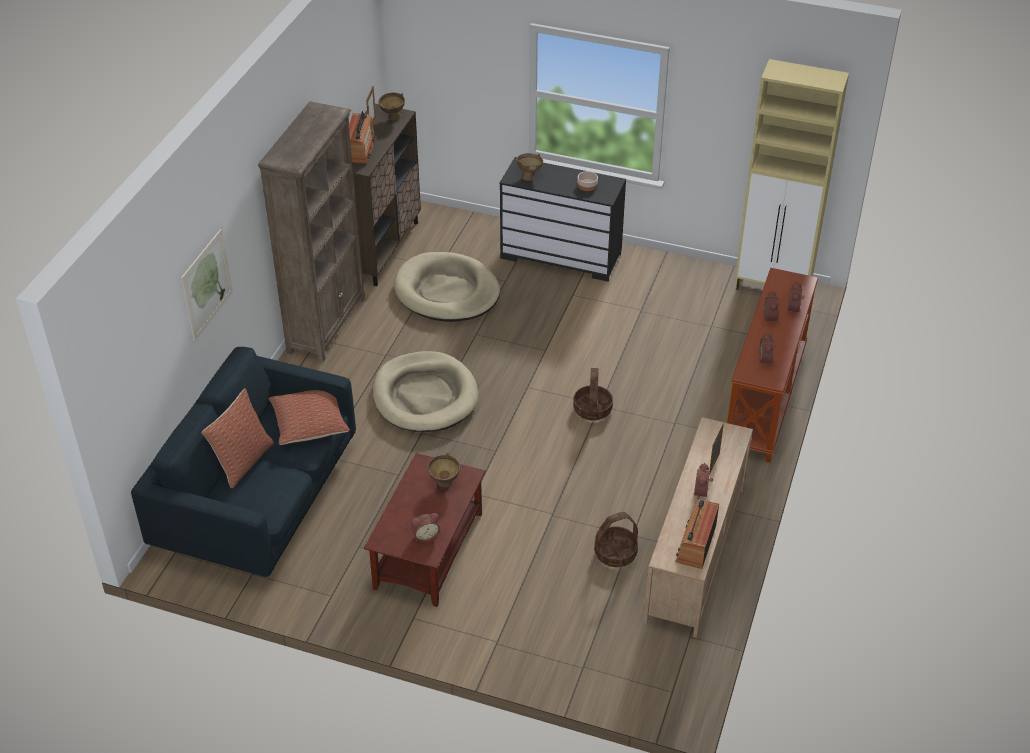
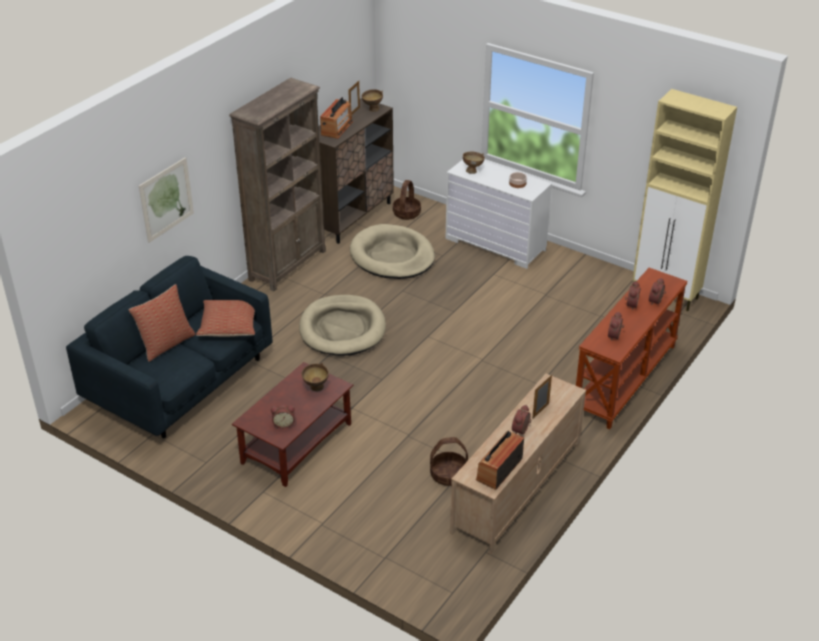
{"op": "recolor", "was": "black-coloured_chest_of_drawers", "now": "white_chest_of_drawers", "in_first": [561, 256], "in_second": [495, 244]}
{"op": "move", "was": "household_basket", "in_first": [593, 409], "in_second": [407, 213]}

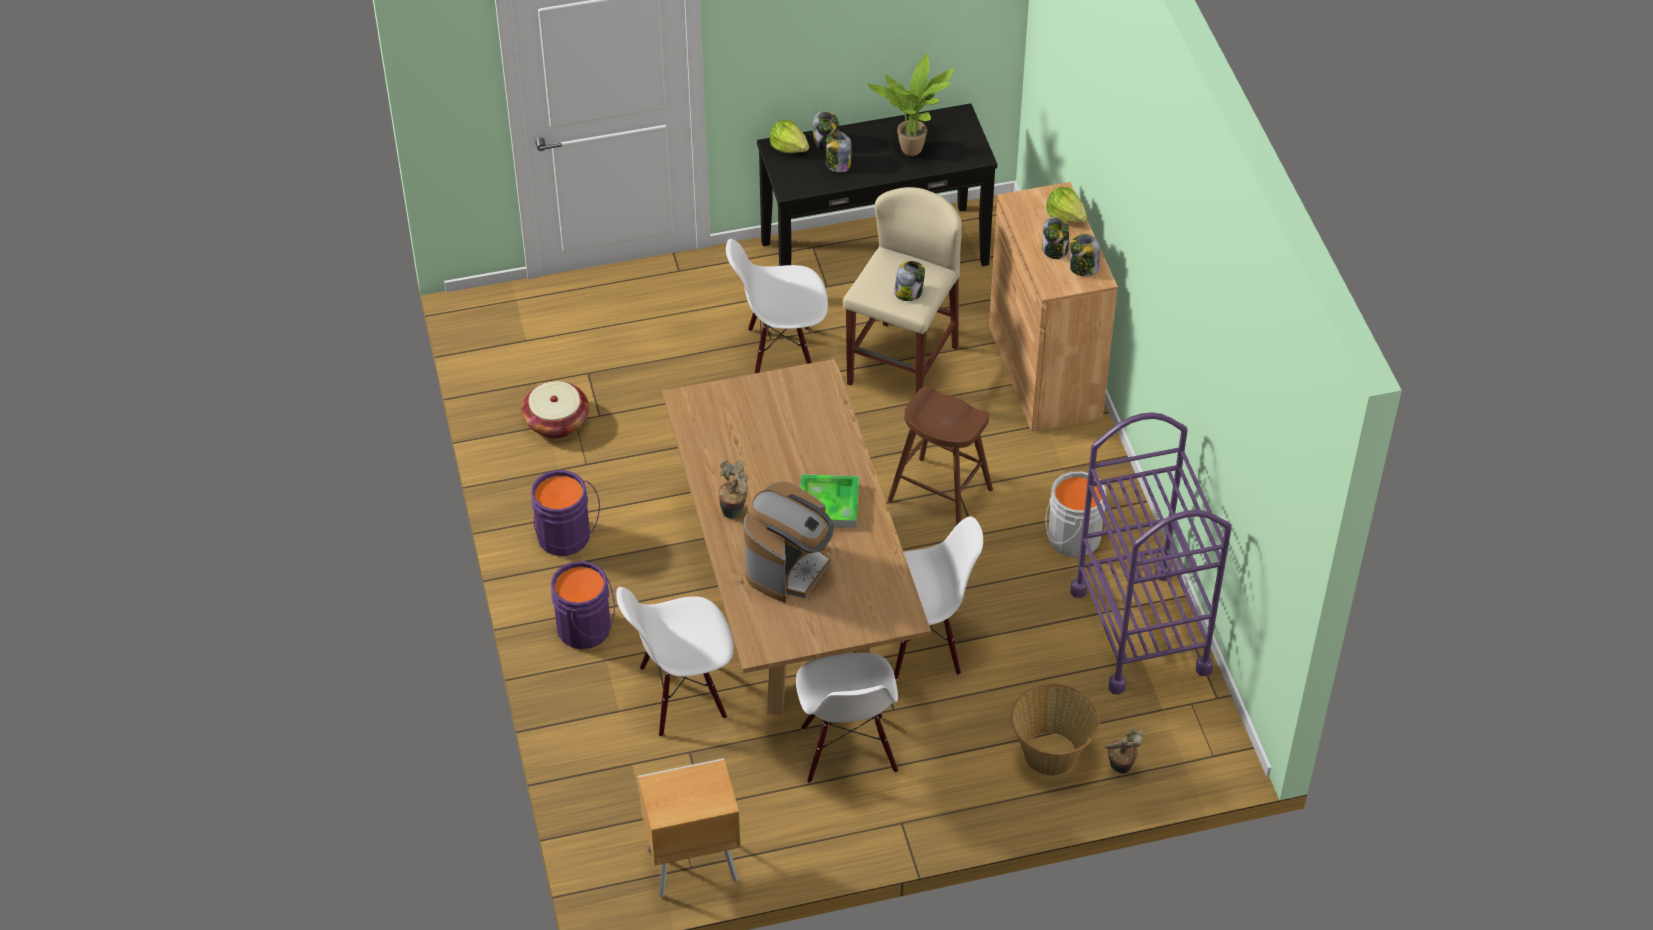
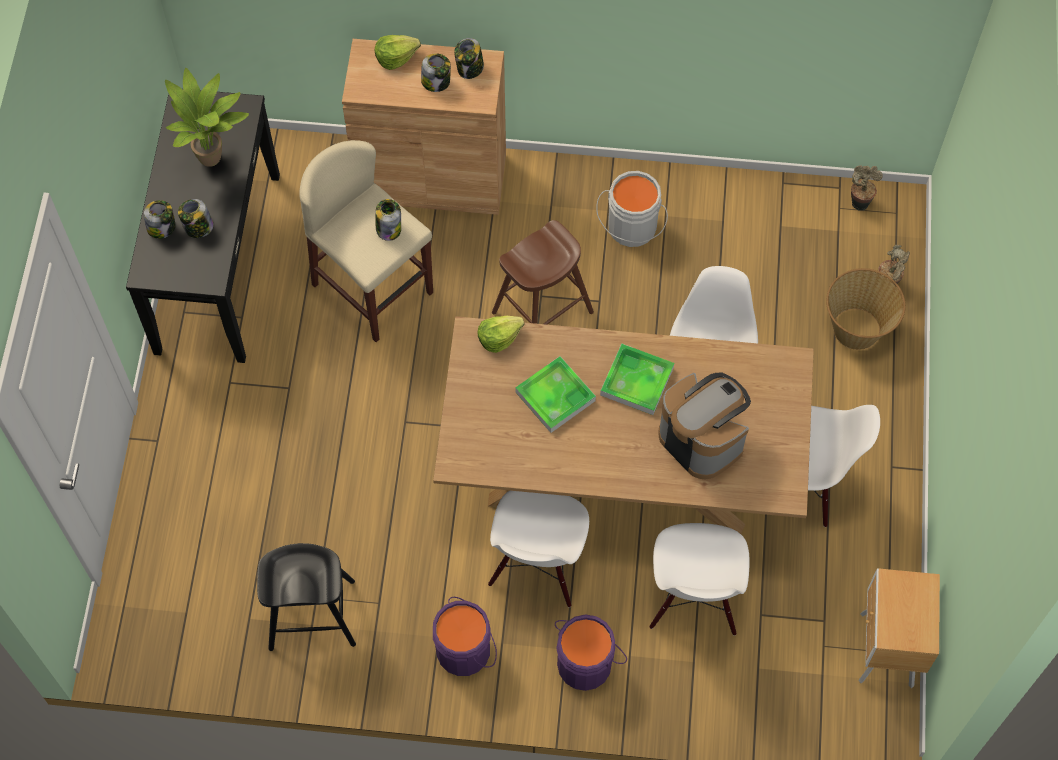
{"op": "replace", "was": "household_basket", "now": "black-coloured_stool", "in_first": [556, 422], "in_second": [311, 615]}
{"op": "move", "was": "houseplant", "in_first": [734, 510], "in_second": [859, 201]}
{"op": "move", "was": "white_chair", "in_first": [780, 355], "in_second": [537, 567]}
{"op": "move", "was": "lettuce_head", "in_first": [789, 146], "in_second": [499, 337]}
{"op": "delete", "was": "purplish_trolley", "in_first": [1140, 630]}
{"op": "insert", "now": "tray", "in_second": [555, 396]}

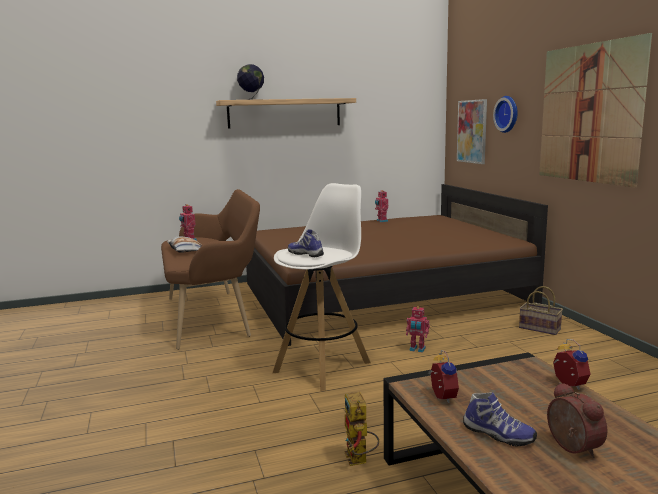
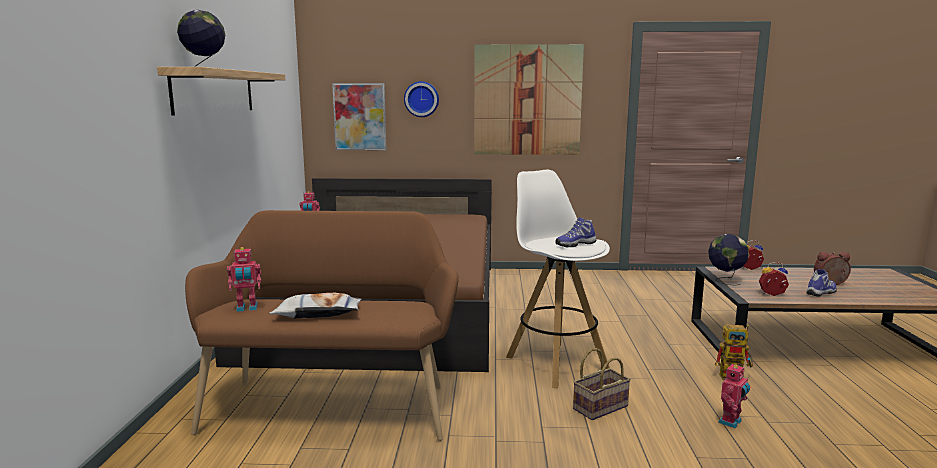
{"op": "move", "was": "robot_figure", "in_first": [417, 349], "in_second": [731, 422]}
{"op": "move", "was": "household_basket", "in_first": [541, 328], "in_second": [600, 406]}
{"op": "insert", "now": "desk_globe", "in_second": [725, 280]}

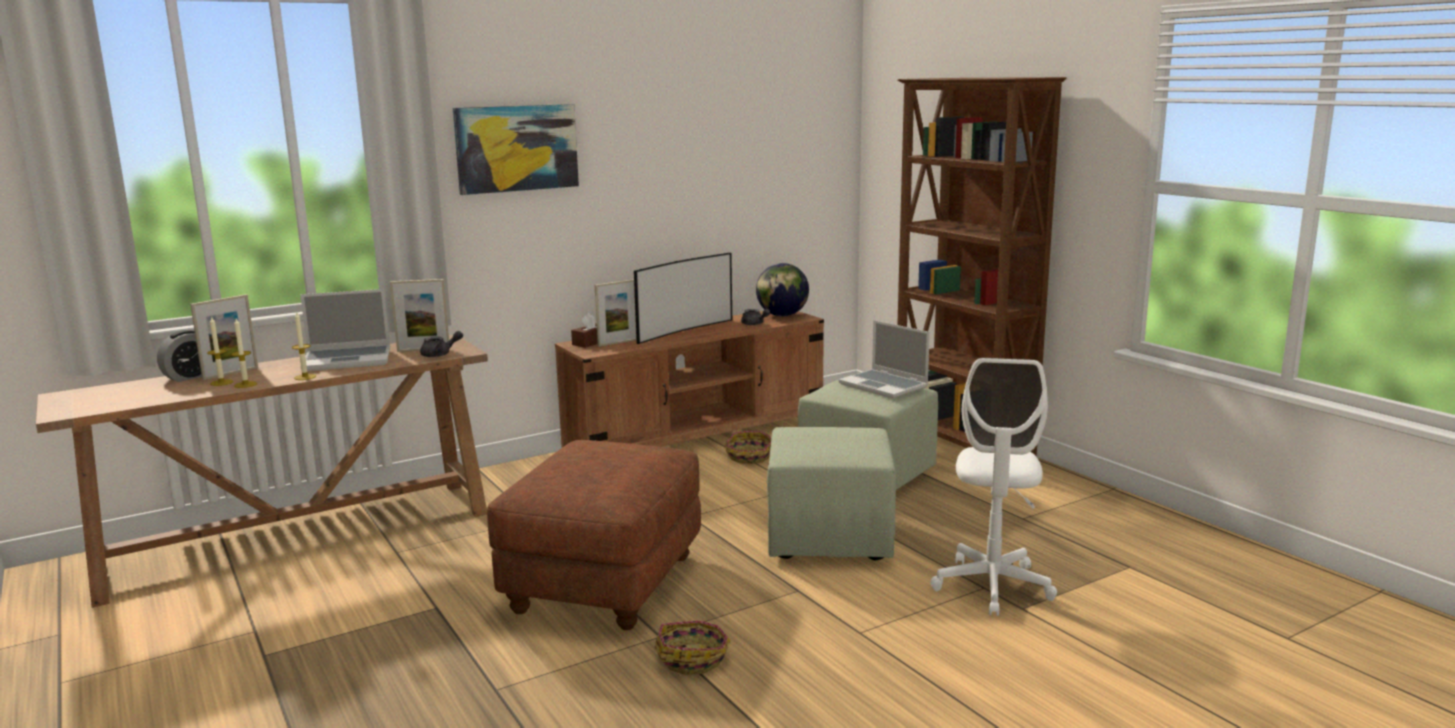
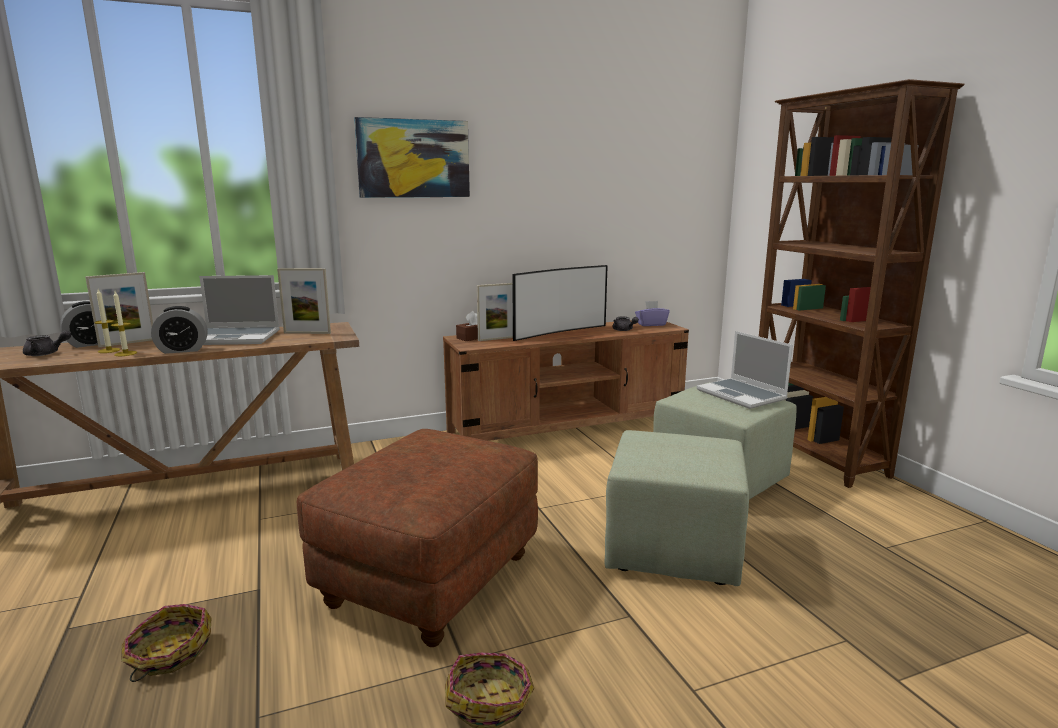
{"op": "replace", "was": "wax_light", "now": "bedside_clock", "in_first": [305, 377], "in_second": [182, 350]}
{"op": "move", "was": "gray_tea_pot", "in_first": [440, 354], "in_second": [46, 354]}
{"op": "move", "was": "household_basket", "in_first": [749, 457], "in_second": [168, 654]}
{"op": "replace", "was": "desk_globe", "now": "purplish_tissue_box", "in_first": [782, 315], "in_second": [651, 324]}
{"op": "delete", "was": "white_computer_chair", "in_first": [992, 586]}

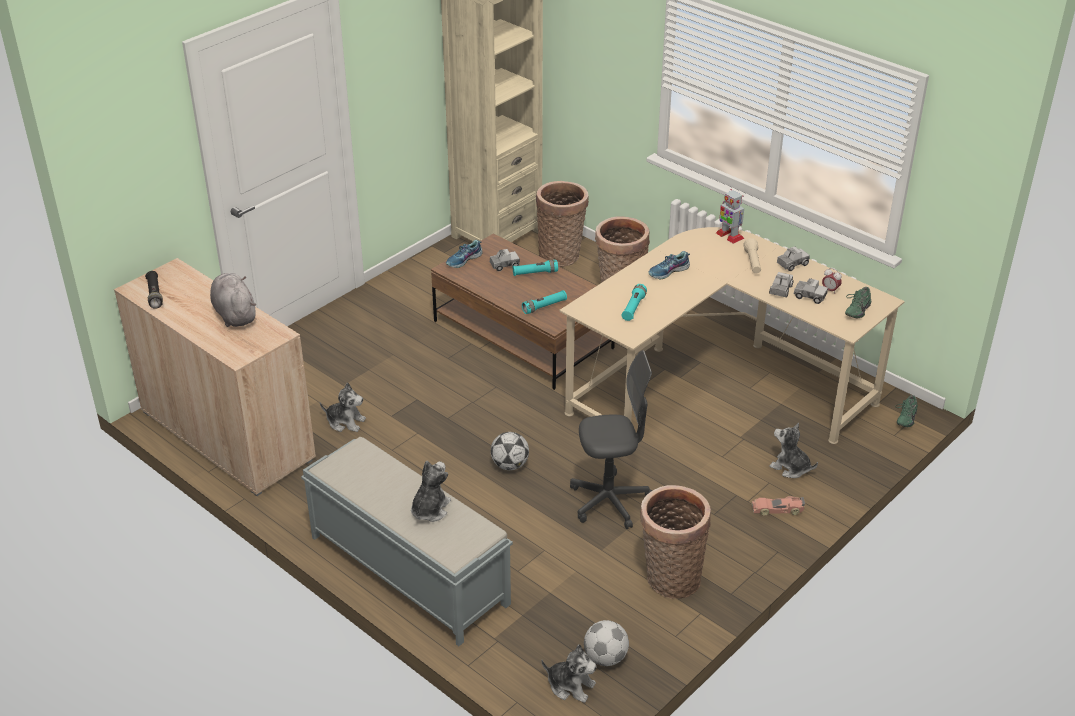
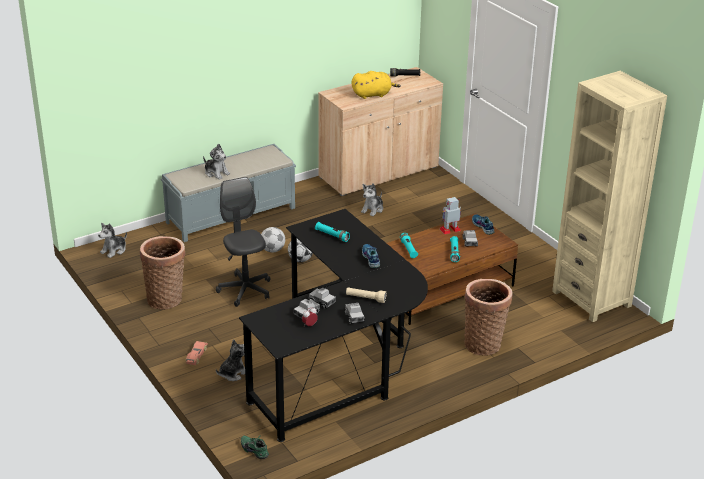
{"op": "recolor", "was": "gray_soft_toy", "now": "yellow-coloured_soft_toy", "in_first": [234, 314], "in_second": [373, 94]}
{"op": "delete", "was": "household_basket", "in_first": [561, 255]}
{"op": "recolor", "was": "beige-coloured_desk_table", "now": "black-coloured_desk_table", "in_first": [716, 386], "in_second": [341, 363]}
{"op": "rotate", "was": "gray_computer_chair", "in_first": [609, 501], "in_second": [245, 290], "clockwise": 150}
{"op": "move", "was": "football_ball", "in_first": [605, 658], "in_second": [272, 250]}
{"op": "move", "was": "robot_figure", "in_first": [729, 235], "in_second": [450, 229]}
{"op": "delete", "was": "green-coloured_item_of_footwear", "in_first": [856, 310]}

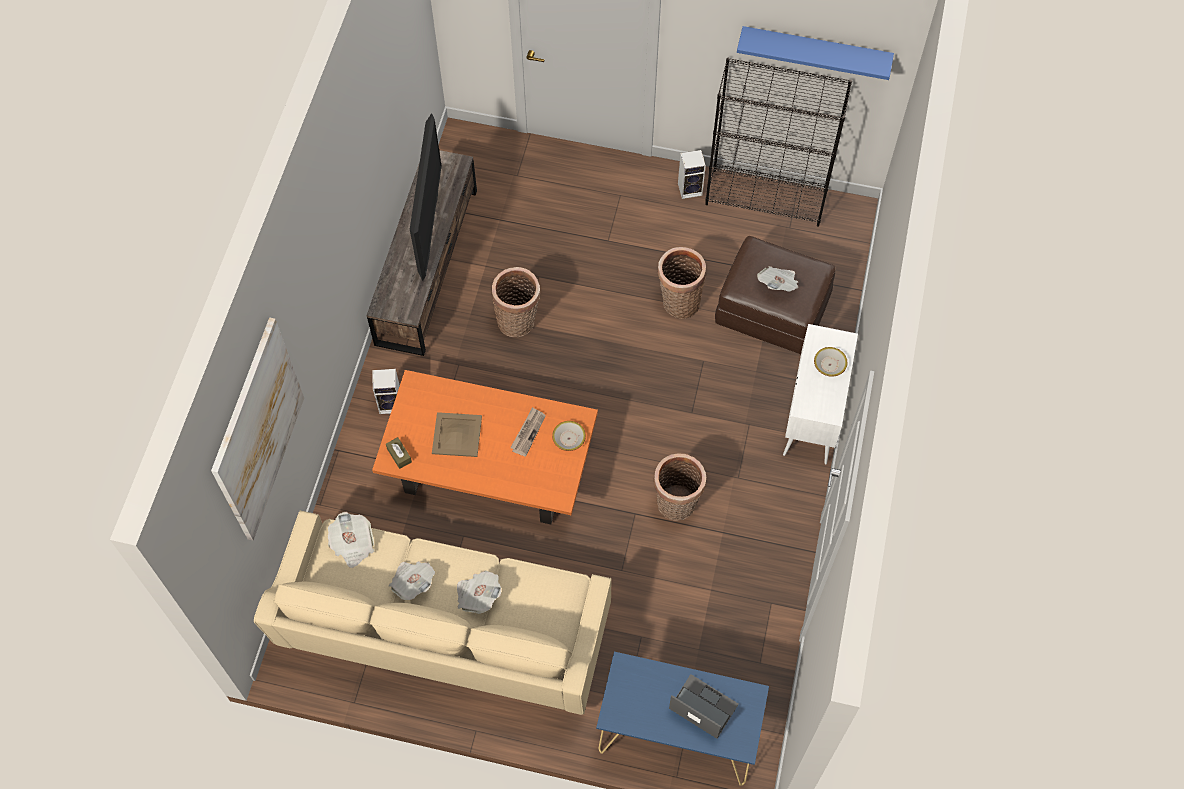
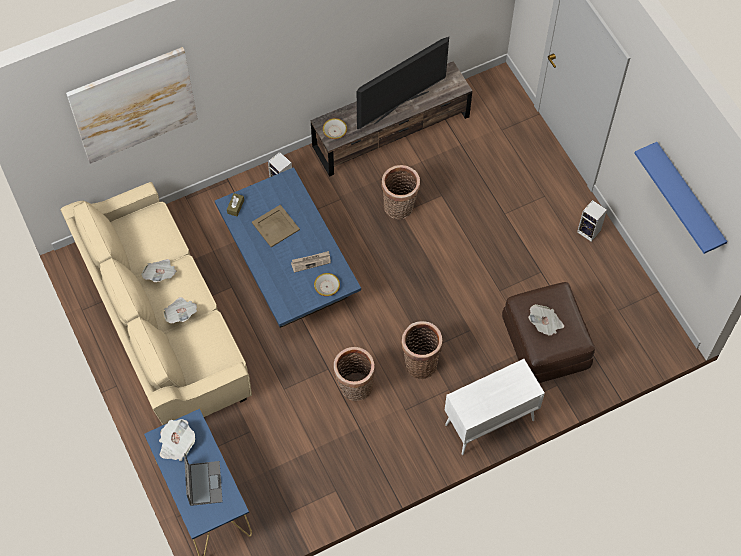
{"op": "move", "was": "daily_paper", "in_first": [352, 544], "in_second": [176, 444]}
{"op": "recolor", "was": "orange_coffee_table", "now": "blue-coloured_coffee_table", "in_first": [488, 467], "in_second": [287, 266]}
{"op": "move", "was": "household_basket", "in_first": [678, 302], "in_second": [420, 362]}
{"op": "delete", "was": "black-coloured_bookcase", "in_first": [766, 197]}
{"op": "move", "was": "serving_bowl", "in_first": [829, 365], "in_second": [334, 131]}

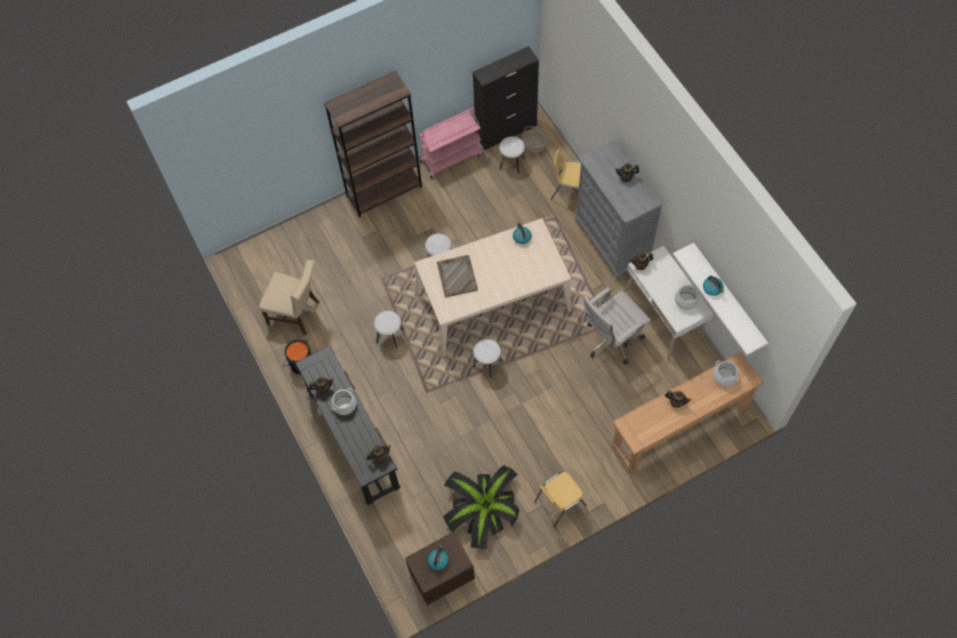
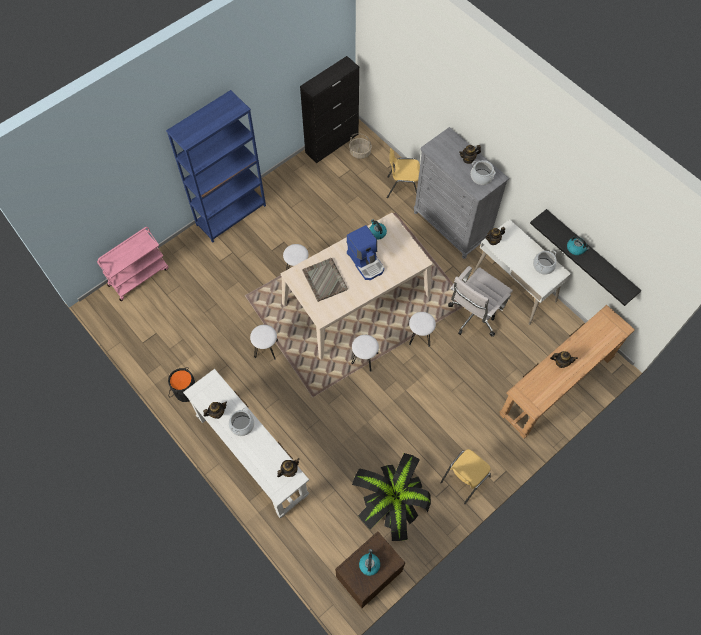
{"op": "delete", "was": "beige-coloured_chair", "in_first": [297, 313]}
{"op": "recolor", "was": "black-coloured_hall_table", "now": "white_hall_table", "in_first": [353, 439], "in_second": [252, 456]}
{"op": "recolor", "was": "brown-coloured_bookcase", "now": "blue-coloured_bookcase", "in_first": [384, 191], "in_second": [231, 215]}
{"op": "move", "was": "pink_trolley", "in_first": [451, 157], "in_second": [139, 276]}
{"op": "move", "was": "white_stool", "in_first": [512, 163], "in_second": [420, 336]}
{"op": "recolor", "was": "white_bracket_shelf", "now": "black-coloured_bracket_shelf", "in_first": [728, 296], "in_second": [589, 254]}
{"op": "move", "was": "cooking_pot", "in_first": [724, 376], "in_second": [481, 177]}
{"op": "insert", "now": "coffee_brewer", "in_second": [366, 261]}

